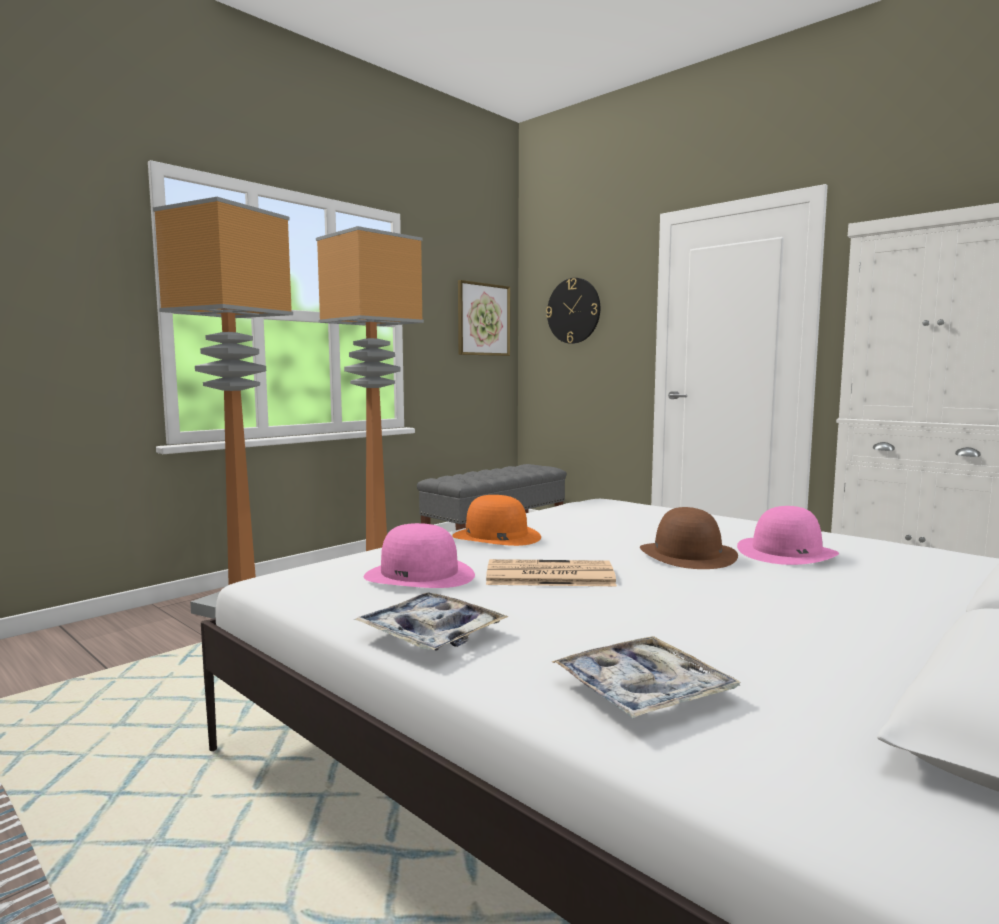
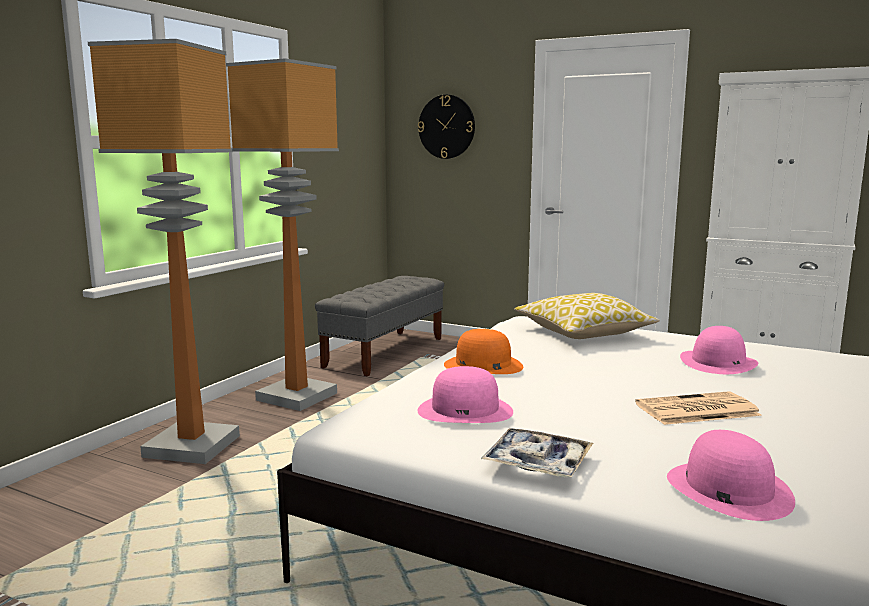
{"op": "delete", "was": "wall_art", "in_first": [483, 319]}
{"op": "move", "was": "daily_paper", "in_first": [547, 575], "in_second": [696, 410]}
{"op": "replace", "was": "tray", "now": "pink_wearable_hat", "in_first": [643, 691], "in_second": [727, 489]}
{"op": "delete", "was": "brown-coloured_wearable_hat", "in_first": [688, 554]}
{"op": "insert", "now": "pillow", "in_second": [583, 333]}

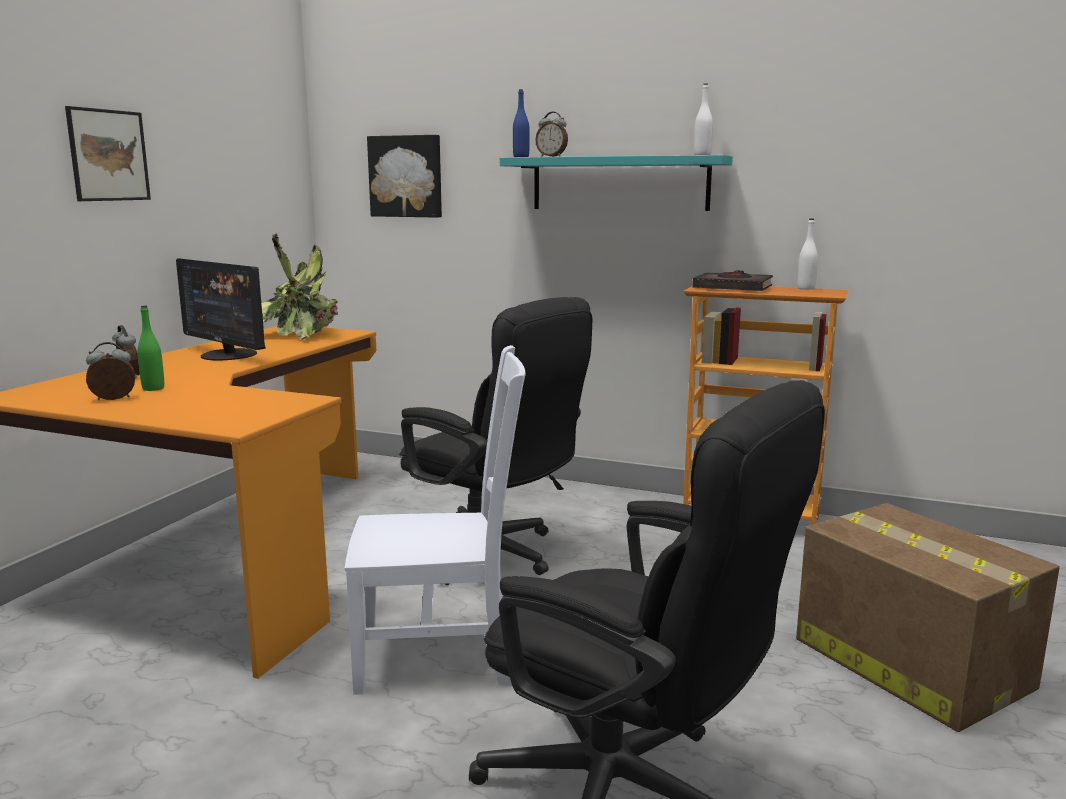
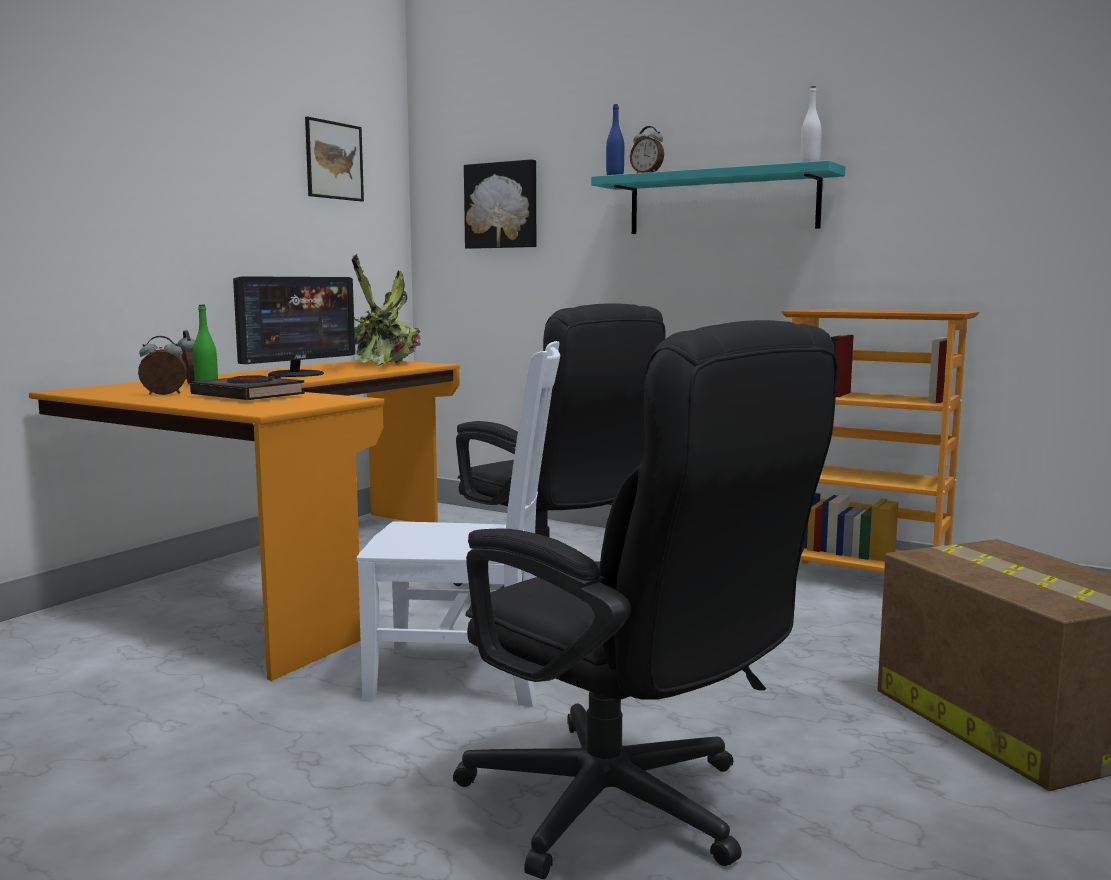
{"op": "move", "was": "wall_art", "in_first": [108, 155], "in_second": [334, 160]}
{"op": "rotate", "was": "monitor", "in_first": [228, 355], "in_second": [297, 374], "clockwise": -105}
{"op": "move", "was": "black-coloured_bound_book", "in_first": [732, 288], "in_second": [248, 396]}
{"op": "delete", "was": "white_beverage_bottle", "in_first": [806, 288]}

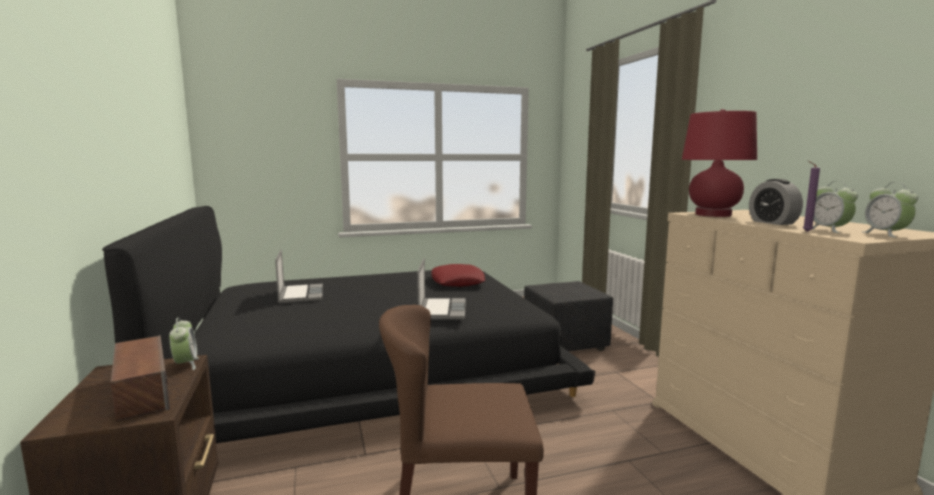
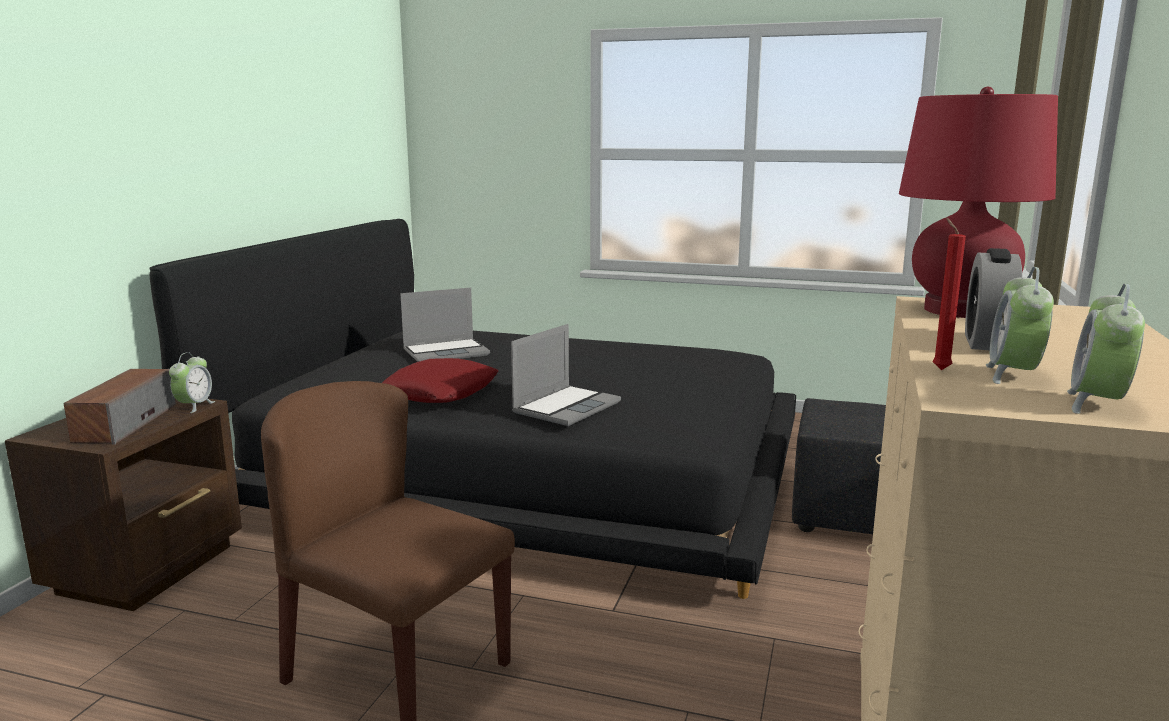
{"op": "rotate", "was": "portable_computer", "in_first": [300, 295], "in_second": [447, 352], "clockwise": 45}
{"op": "move", "was": "red-coloured_pillow", "in_first": [457, 282], "in_second": [440, 392]}
{"op": "recolor", "was": "purplish_wax_light", "now": "red-coloured_wax_light", "in_first": [805, 231], "in_second": [939, 369]}

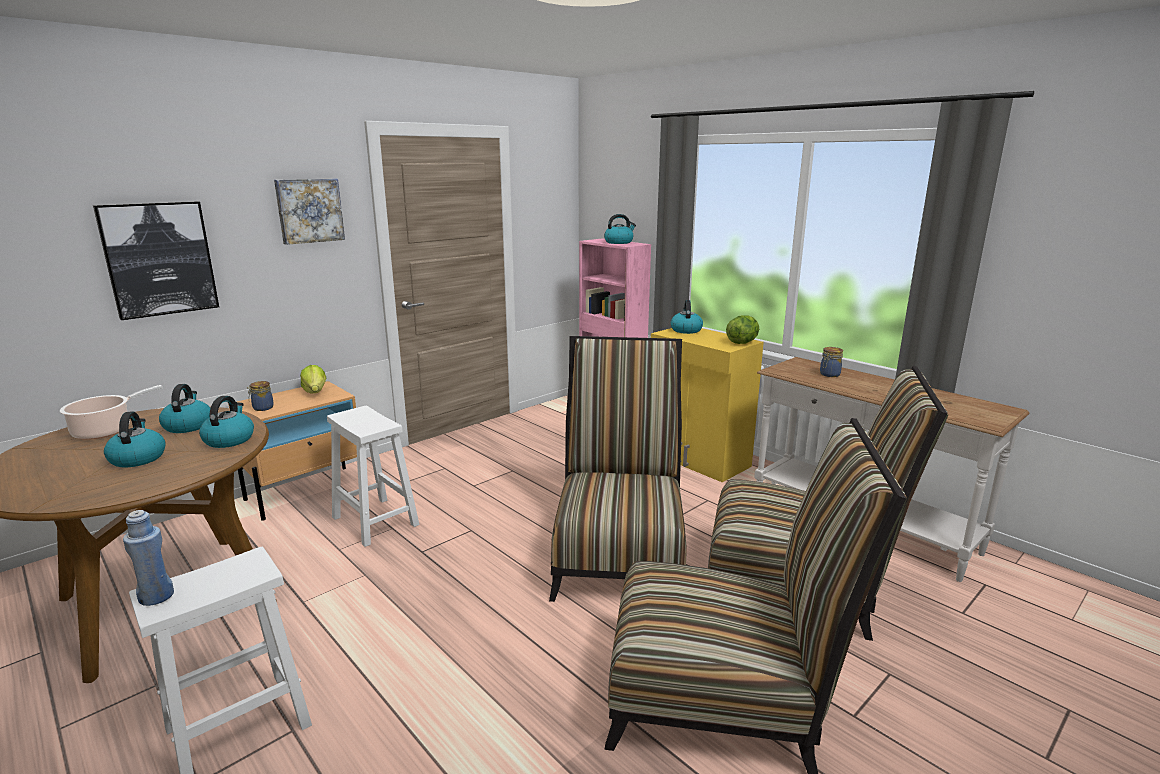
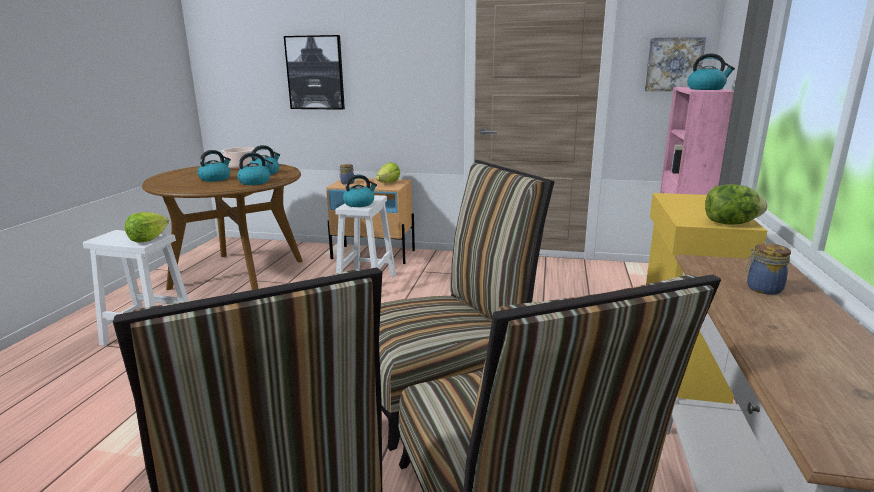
{"op": "delete", "was": "blue-coloured_beverage_bottle", "in_first": [156, 596]}
{"op": "move", "was": "wall_art", "in_first": [309, 210], "in_second": [673, 64]}
{"op": "move", "was": "tea_kettle", "in_first": [686, 330], "in_second": [359, 204]}
{"op": "insert", "now": "lettuce_head", "in_second": [148, 239]}

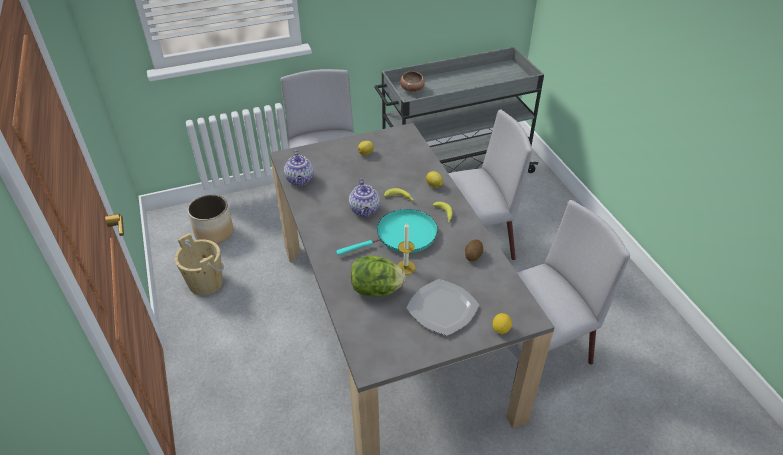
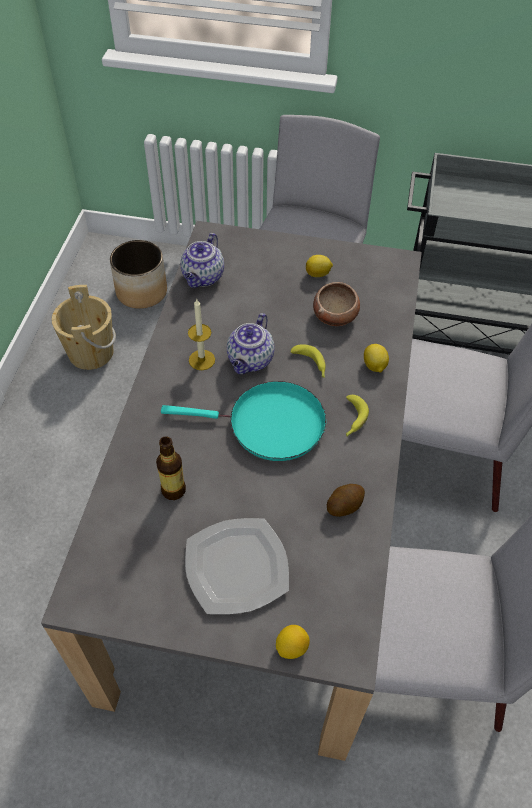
{"op": "replace", "was": "lettuce_head", "now": "beverage_bottle", "in_first": [377, 290], "in_second": [173, 490]}
{"op": "move", "was": "wax_light", "in_first": [406, 267], "in_second": [201, 360]}
{"op": "move", "was": "serving_bowl", "in_first": [412, 89], "in_second": [335, 315]}

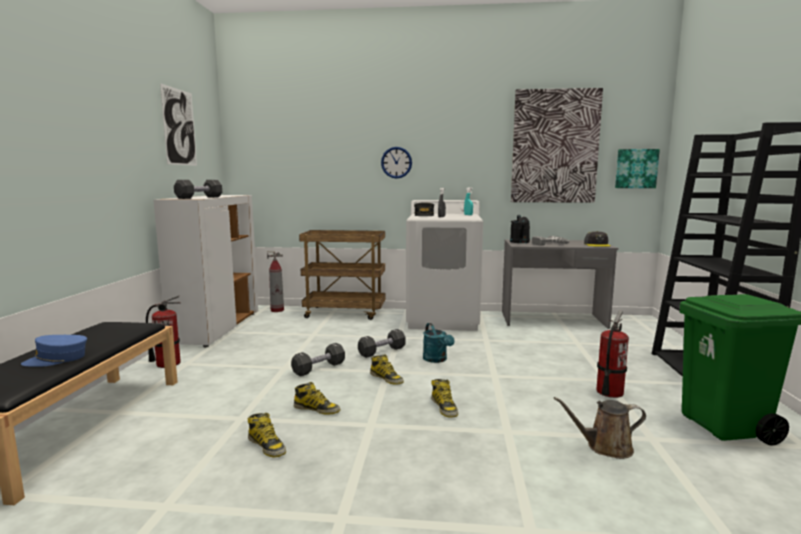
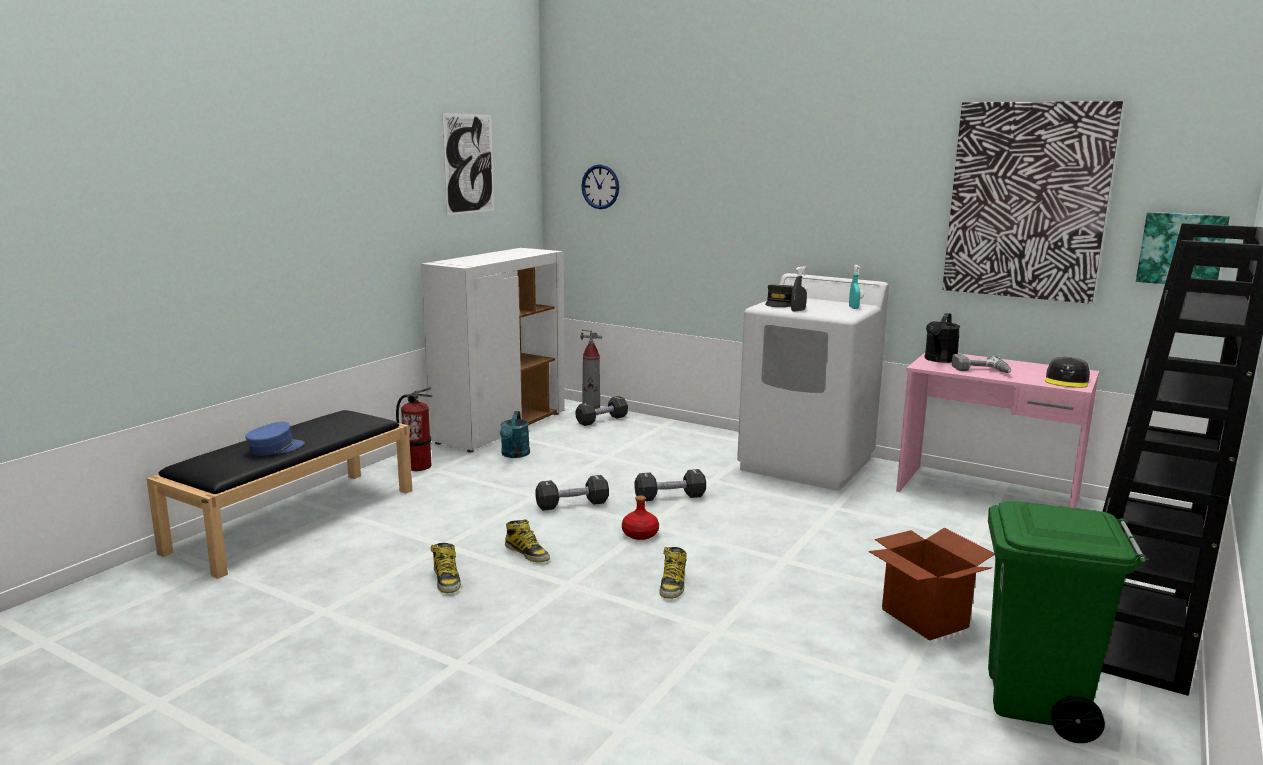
{"op": "rotate", "was": "blue-coloured_baseball_cap", "in_first": [57, 359], "in_second": [275, 449], "clockwise": 135}
{"op": "move", "was": "black-coloured_hand_weight", "in_first": [199, 198], "in_second": [602, 420]}
{"op": "delete", "was": "brown-coloured_trolley", "in_first": [345, 313]}
{"op": "replace", "was": "high-top_boot", "now": "red-coloured_beverage_bottle", "in_first": [387, 378], "in_second": [640, 534]}
{"op": "move", "was": "clock_on_the_wall", "in_first": [396, 162], "in_second": [600, 187]}
{"op": "move", "was": "blue-green_watering_can", "in_first": [437, 359], "in_second": [514, 455]}
{"op": "recolor", "was": "gray_desk_table", "now": "pink_desk_table", "in_first": [553, 320], "in_second": [987, 495]}
{"op": "delete", "was": "brown-coloured_watering_can", "in_first": [605, 447]}
{"op": "replace", "was": "fire_extinguisher", "now": "carton", "in_first": [609, 392], "in_second": [924, 618]}

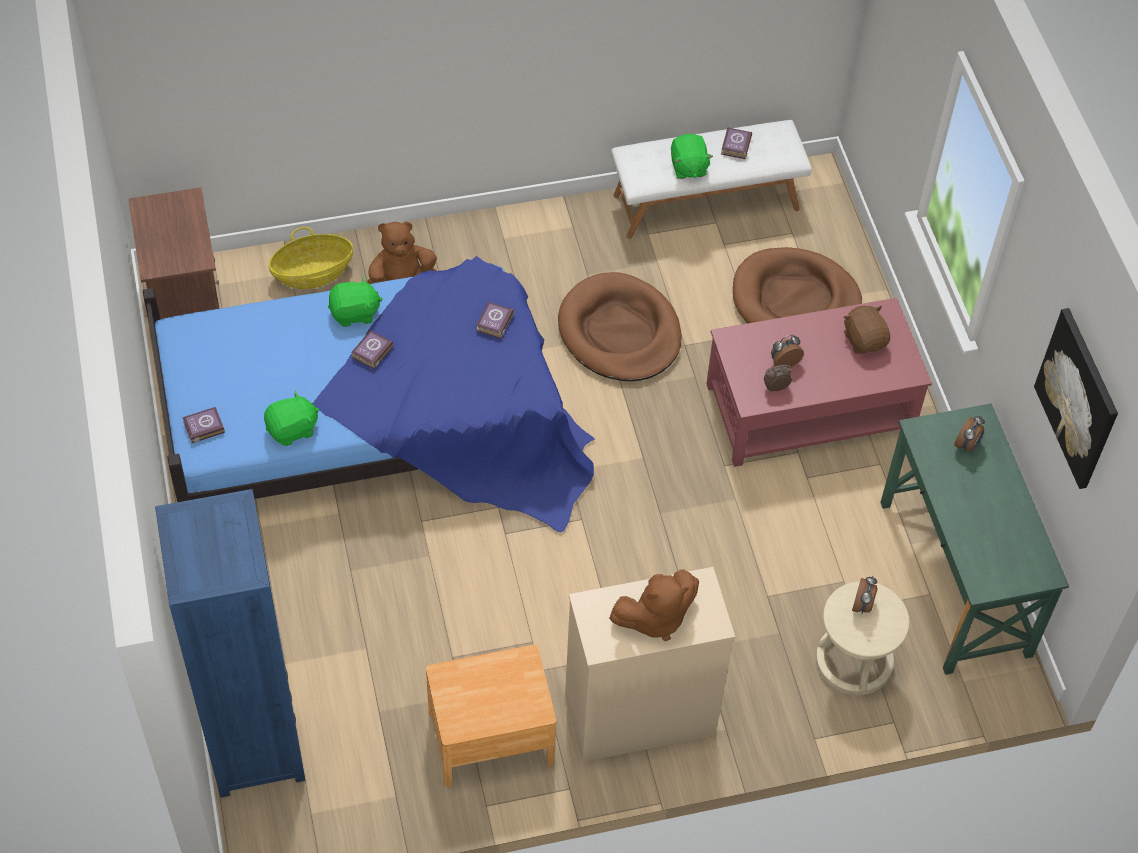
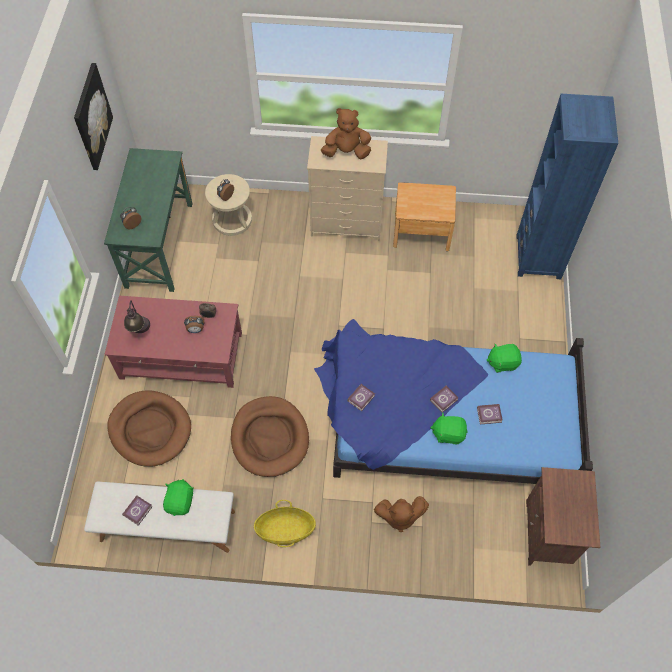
{"op": "move", "was": "bound_book", "in_first": [202, 427], "in_second": [490, 415]}
{"op": "move", "was": "household_basket", "in_first": [313, 273], "in_second": [285, 530]}
{"op": "replace", "was": "brown-coloured_soft_toy", "now": "table_lamp", "in_first": [864, 340], "in_second": [140, 331]}

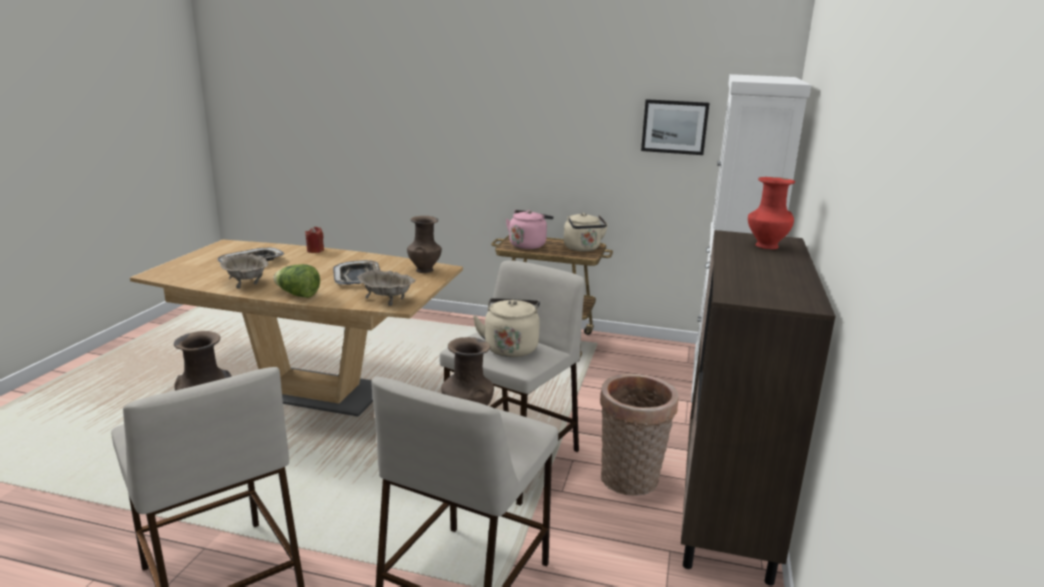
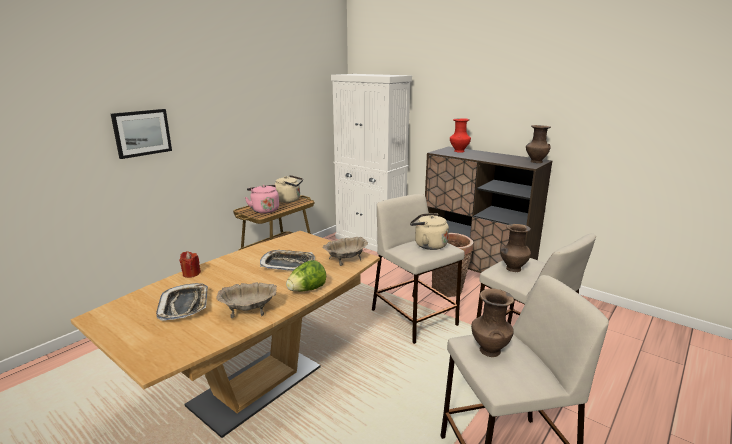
{"op": "move", "was": "brown-coloured_decorative_vase", "in_first": [424, 270], "in_second": [535, 162]}
{"op": "move", "was": "wall_art", "in_first": [674, 127], "in_second": [142, 133]}

